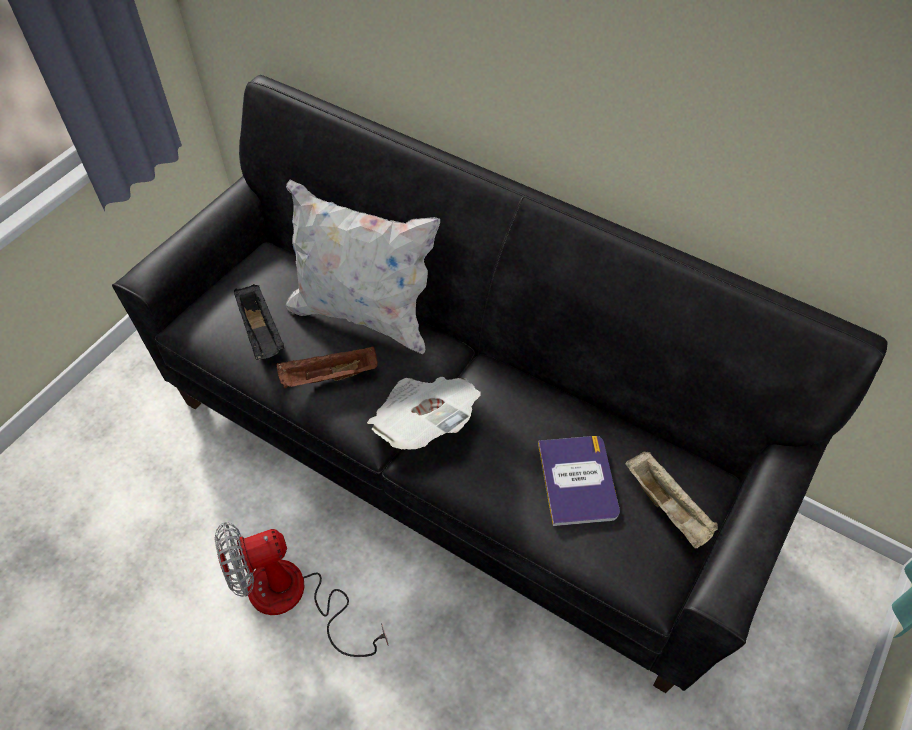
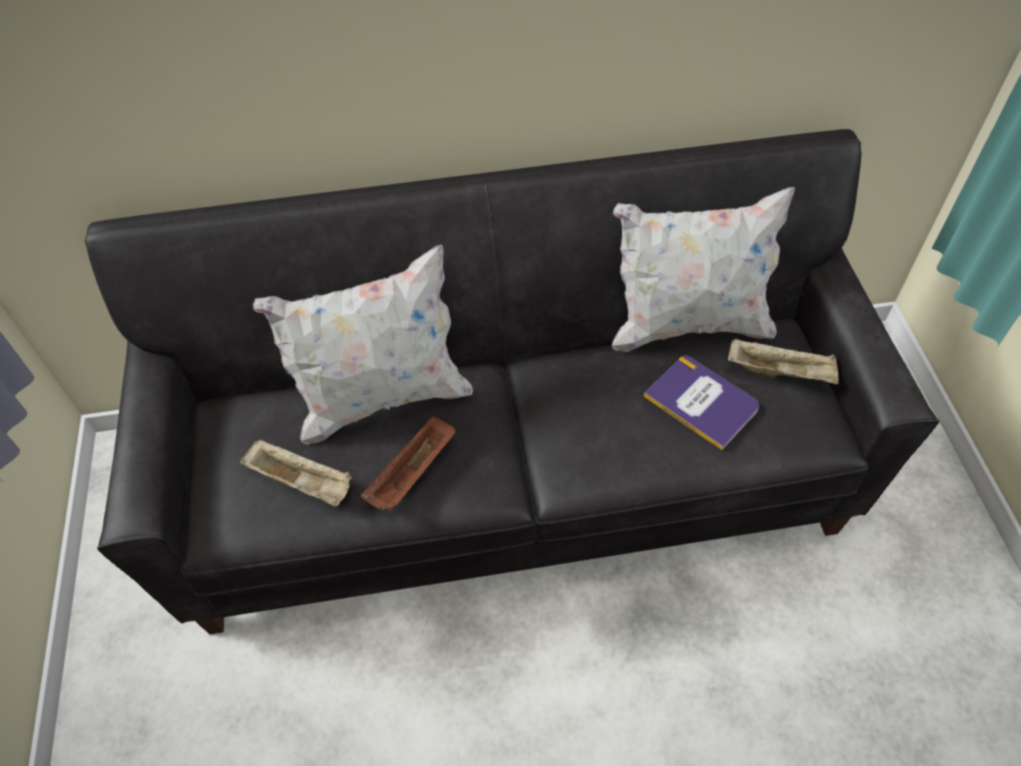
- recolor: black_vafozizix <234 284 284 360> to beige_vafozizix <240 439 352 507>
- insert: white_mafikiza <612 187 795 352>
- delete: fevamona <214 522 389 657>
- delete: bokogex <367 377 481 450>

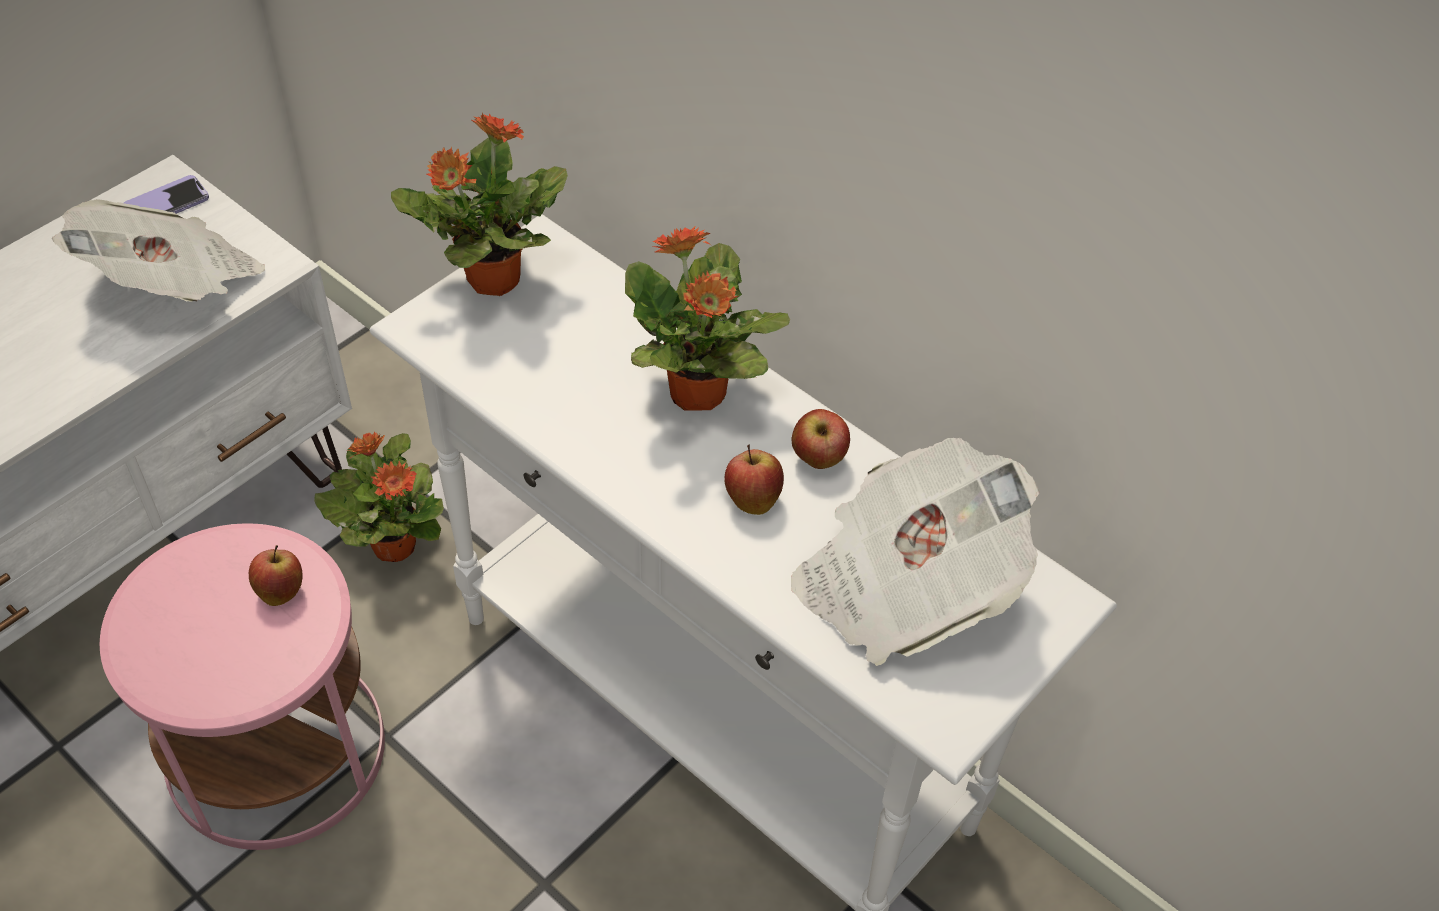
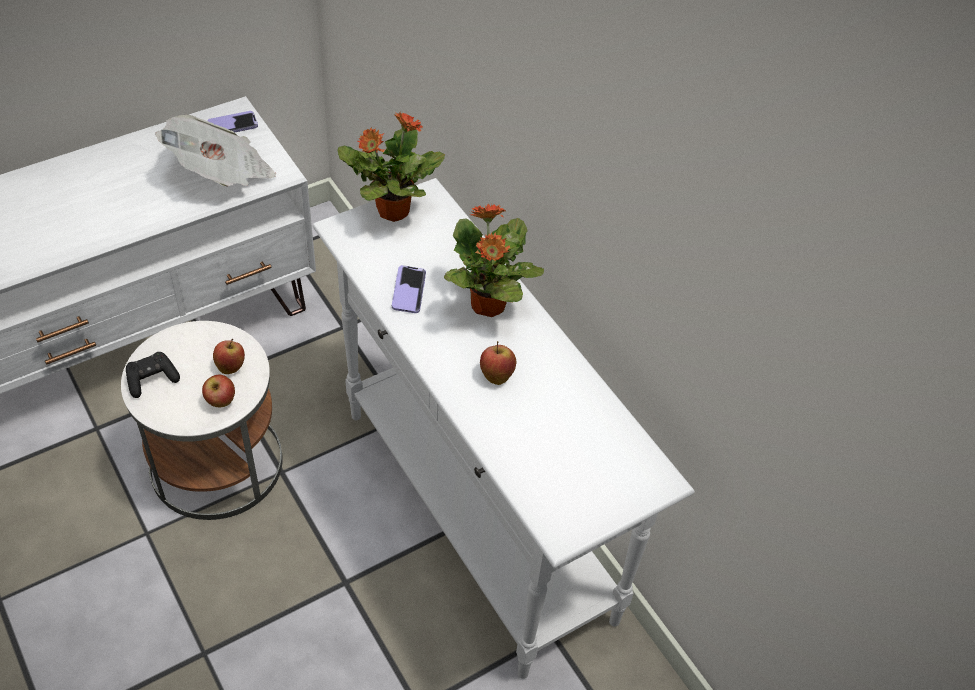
- recolor: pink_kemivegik <100 523 385 850> to white_kemivegik <121 321 283 520>
- insert: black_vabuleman <126 352 180 398>
- move: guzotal <791 409 850 469> to <202 375 235 407>
- insert: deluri <392 265 426 313>
- delete: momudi <314 432 444 562>
- delete: bokogex <791 438 1039 666>

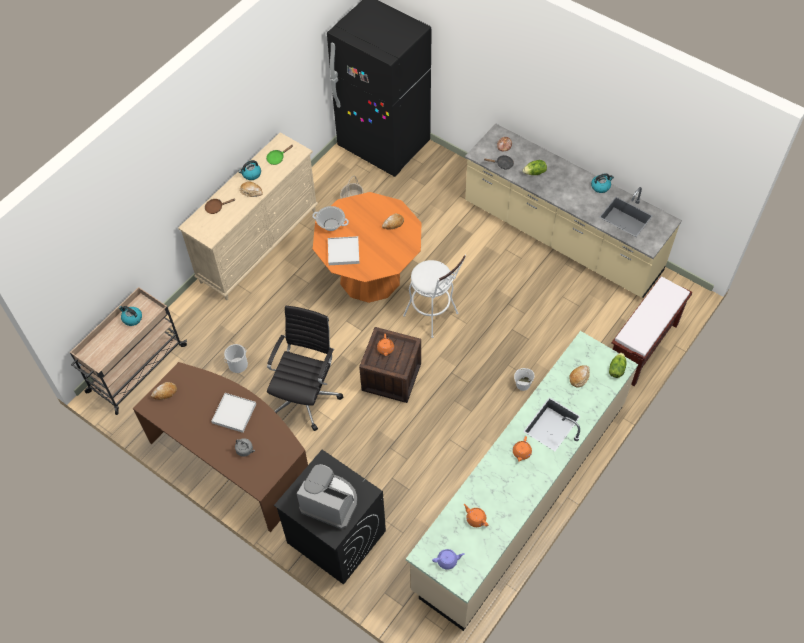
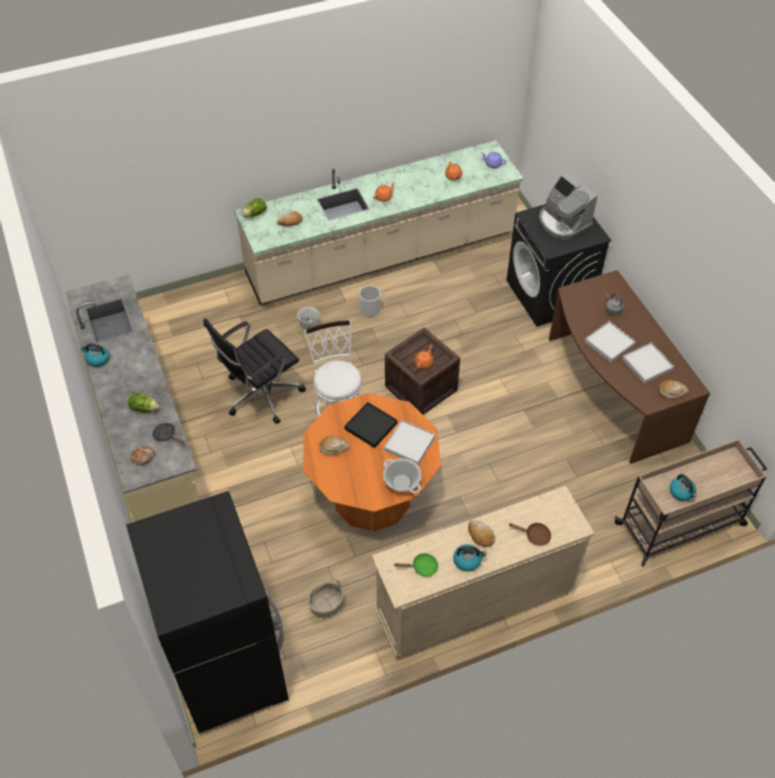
- move: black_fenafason <267 306 344 431> to <203 318 306 424>
- insert: black_vafozizix <345 402 397 448>
- move: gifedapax <224 344 248 373> to <357 285 383 317>
- insert: white_vafozizix <622 342 674 383>
- delete: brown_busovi <612 277 693 386>

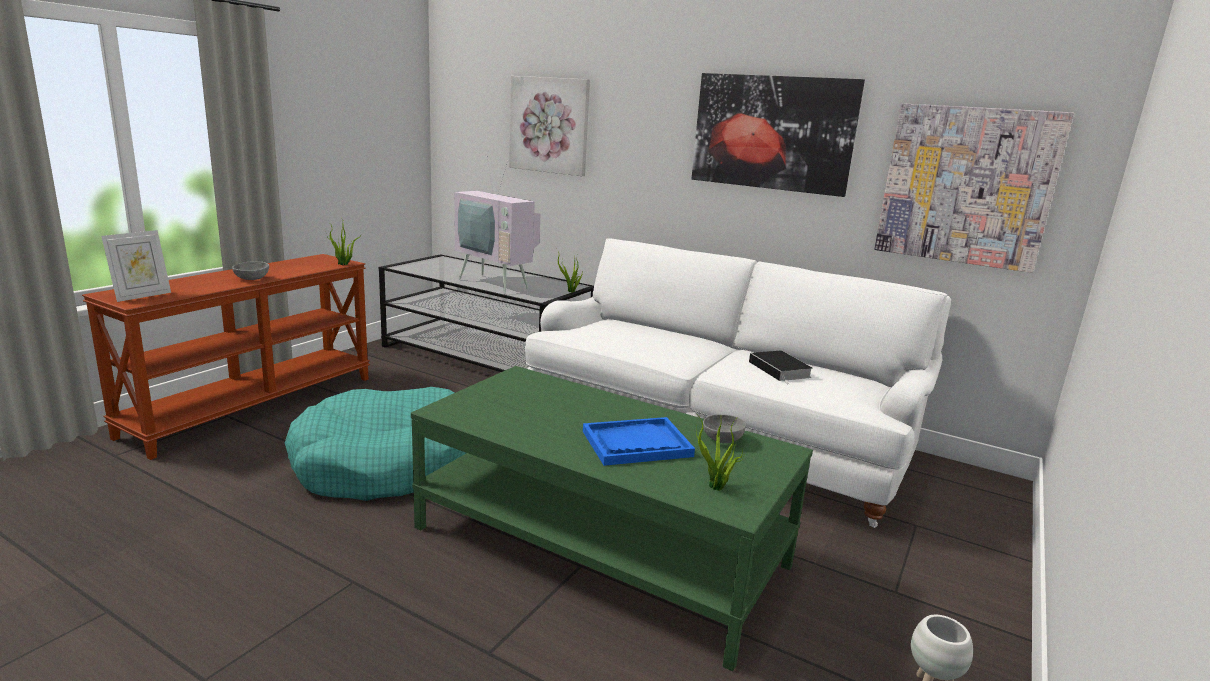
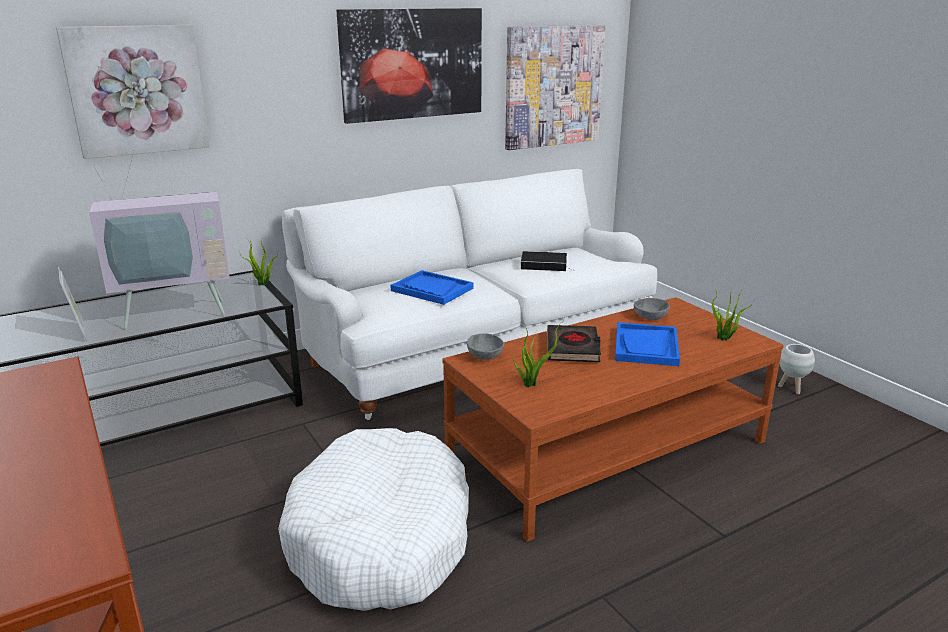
- move: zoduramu <101 230 171 302> to <58 267 87 342>
- recolor: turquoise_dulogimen <285 387 466 501> to white_dulogimen <278 428 469 611>
- insert: blue_vafozizix <391 270 474 305>
- recolor: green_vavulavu <411 366 813 671> to brown_vavulavu <442 297 784 542>
- move: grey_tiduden <232 261 269 280> to <467 333 504 360>
- move: momudi <325 221 362 265> to <514 323 561 387>
- insert: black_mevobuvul <547 325 601 363>

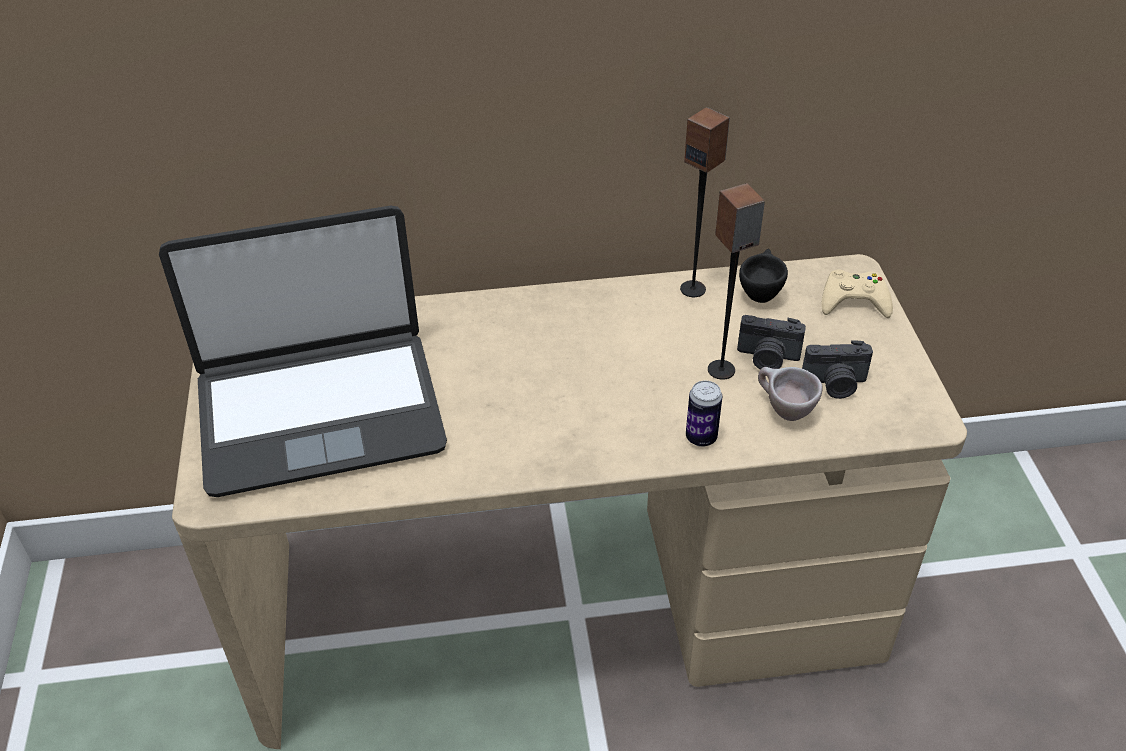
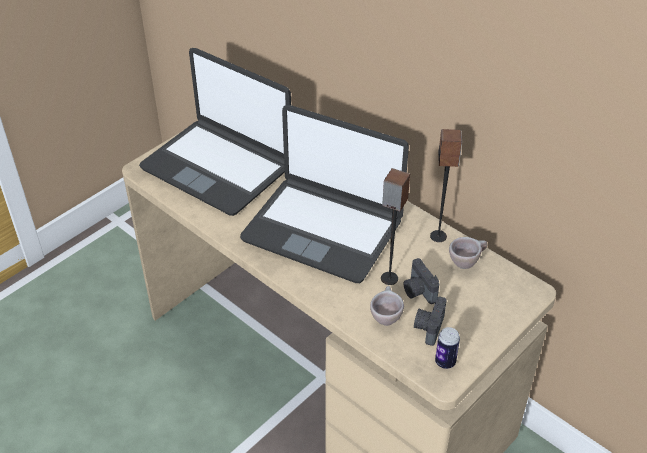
- insert: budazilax <240 105 409 283>
- rotate: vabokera <802 340 873 399> = <414 296 447 346> 60 degrees clockwise
- move: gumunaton <686 381 722 447> to <435 327 460 369>
- recolor: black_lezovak <739 249 788 303> to beige_lezovak <449 237 488 269>
- delete: beige_vabuleman <821 269 893 318>

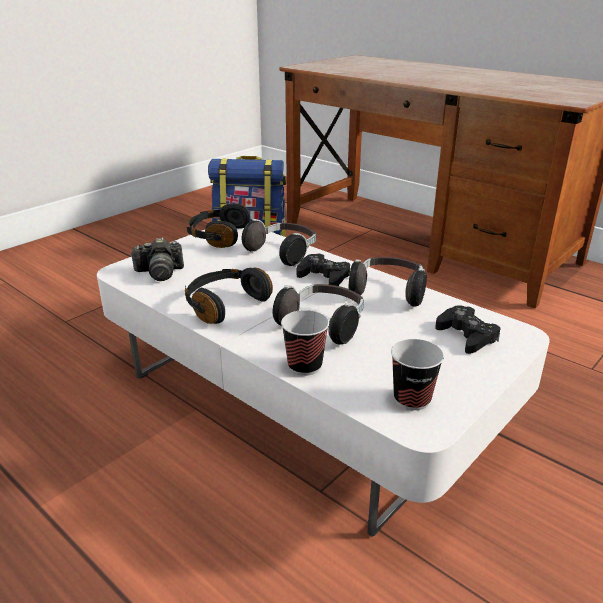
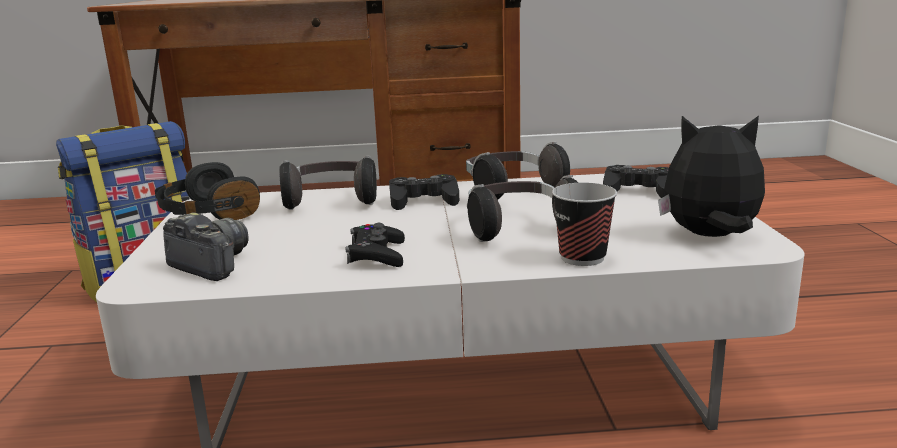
- rotate: vabokera <130 237 184 281> = <163 212 249 281> 90 degrees counterclockwise
- replace: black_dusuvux <185 268 273 324> to black_vabuleman <345 223 405 267>
- replace: lezovak <391 339 444 410> to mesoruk <658 116 765 237>

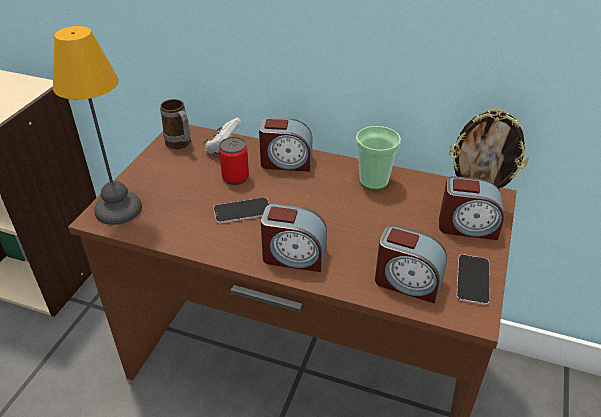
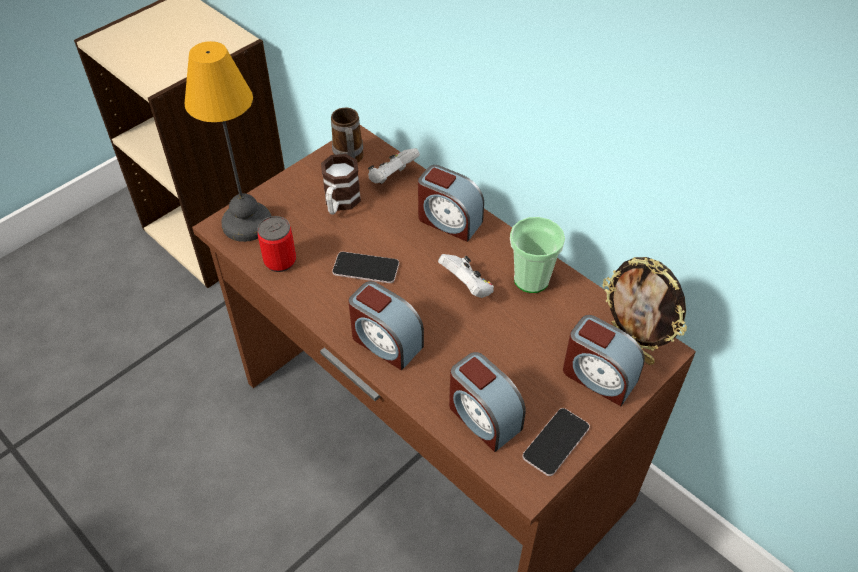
- move: gumunaton <219 137 249 185> to <257 216 296 272>
- insert: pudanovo <321 154 361 214>
- insert: white_vabuleman <438 254 494 298>

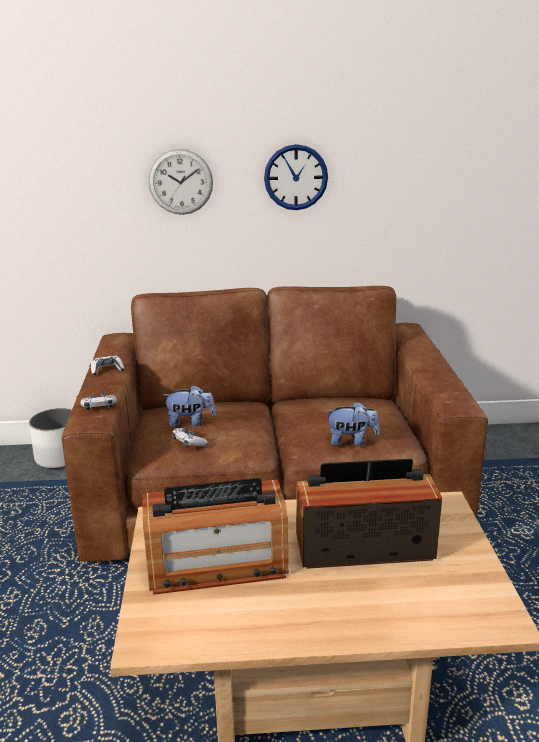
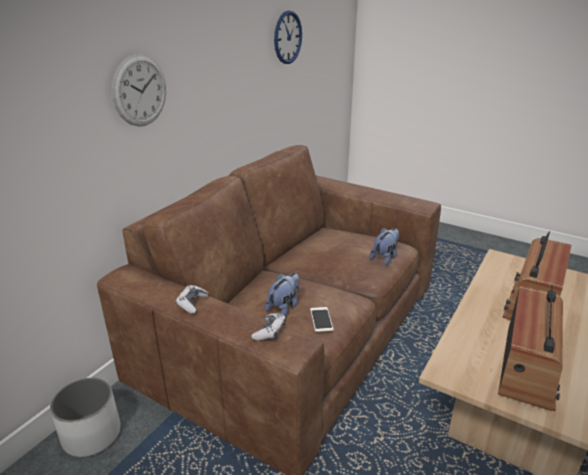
- move: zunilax <264 144 328 210> to <274 11 302 64>
- replace: vabuleman <172 427 208 448> to deluri <310 307 334 332>

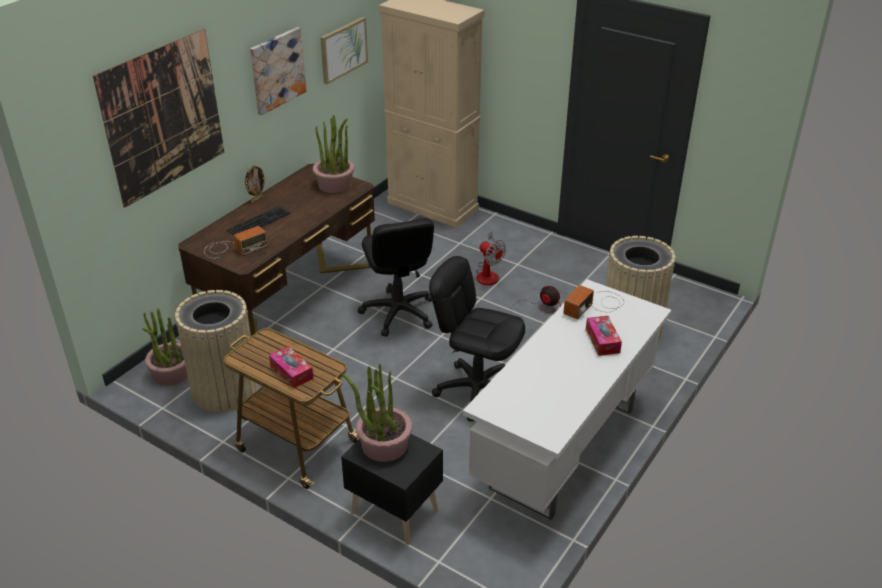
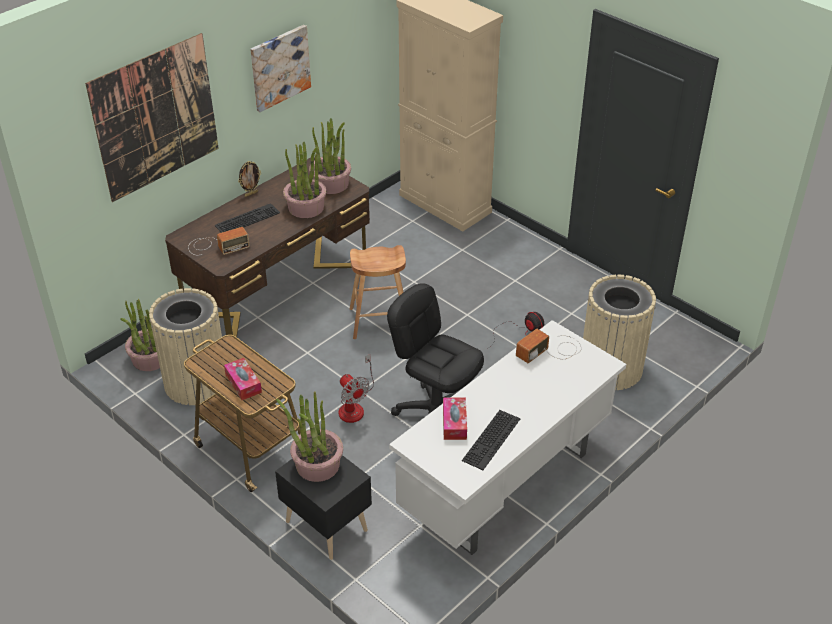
- insert: momudi <283 141 326 218>
- move: fevamona <476 231 506 285> to <339 354 374 423>
- replace: black_fenafason <358 218 434 336> to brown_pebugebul <350 245 406 339>
- move: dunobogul <586 316 622 356> to <443 398 467 440>
- insert: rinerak <462 410 520 470>
- delete: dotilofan <320 17 368 84>

